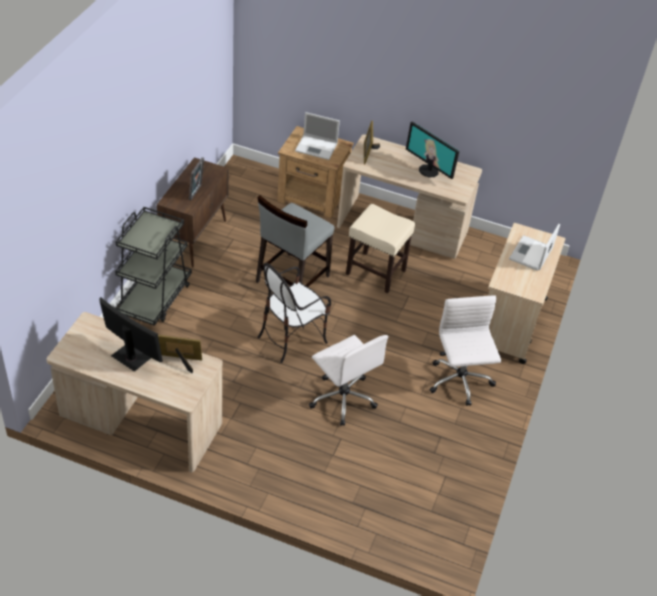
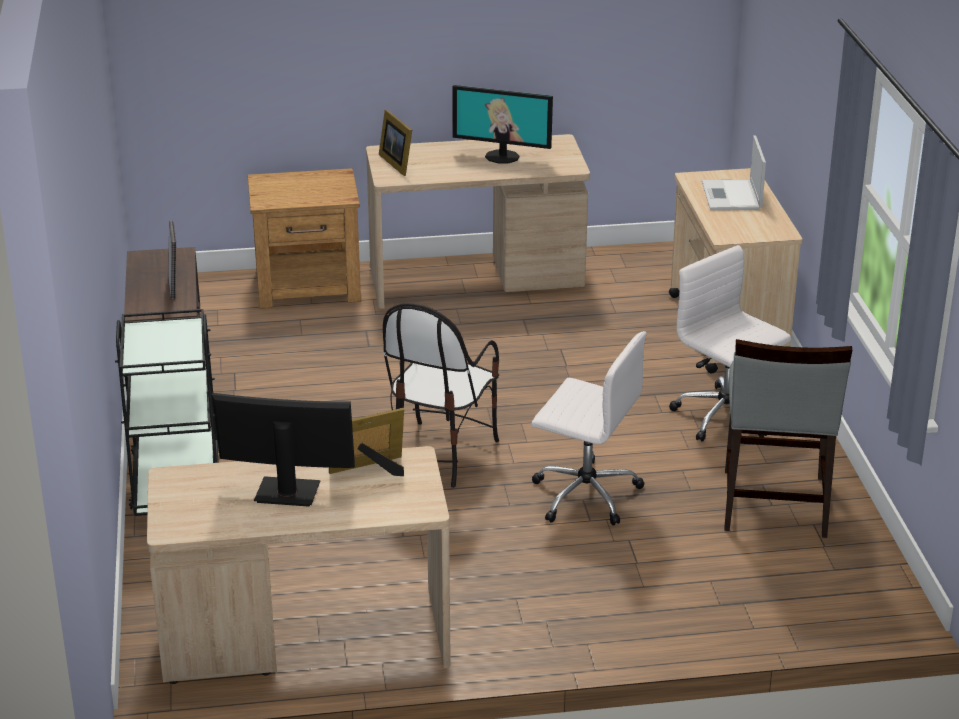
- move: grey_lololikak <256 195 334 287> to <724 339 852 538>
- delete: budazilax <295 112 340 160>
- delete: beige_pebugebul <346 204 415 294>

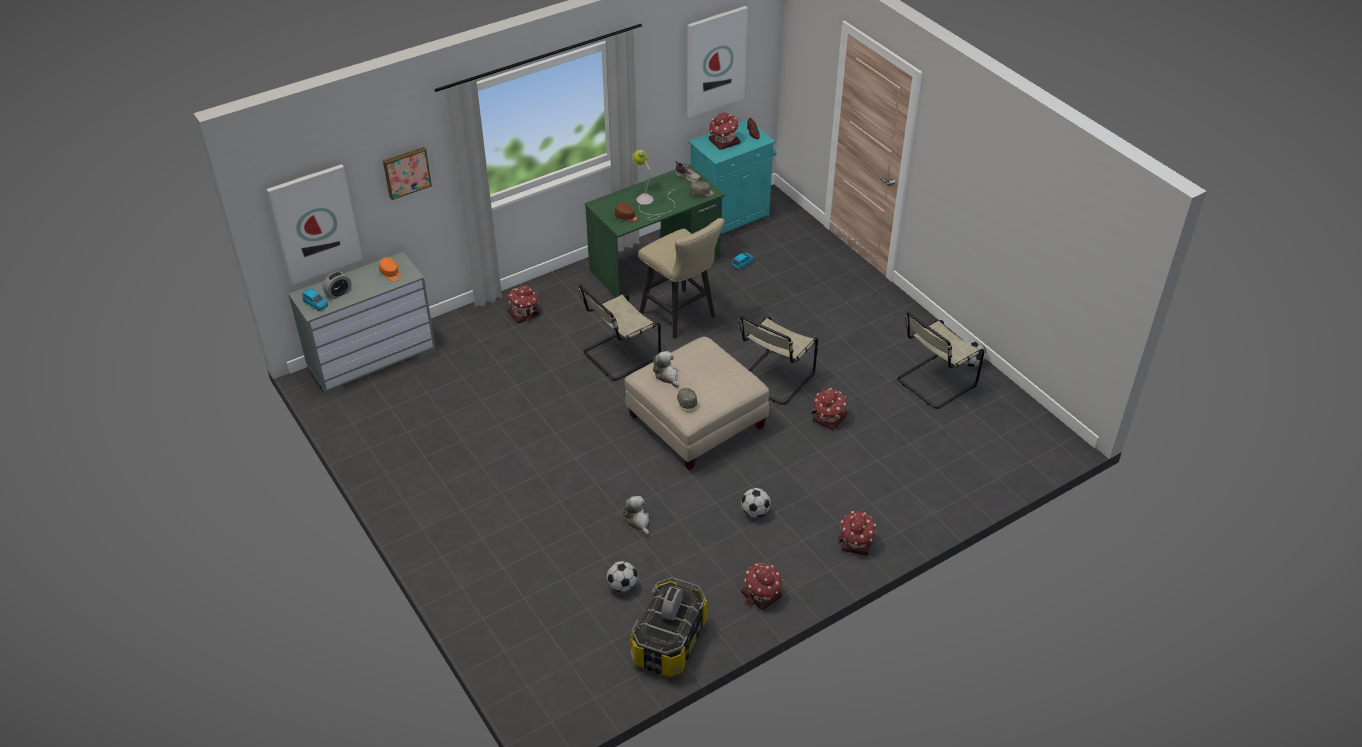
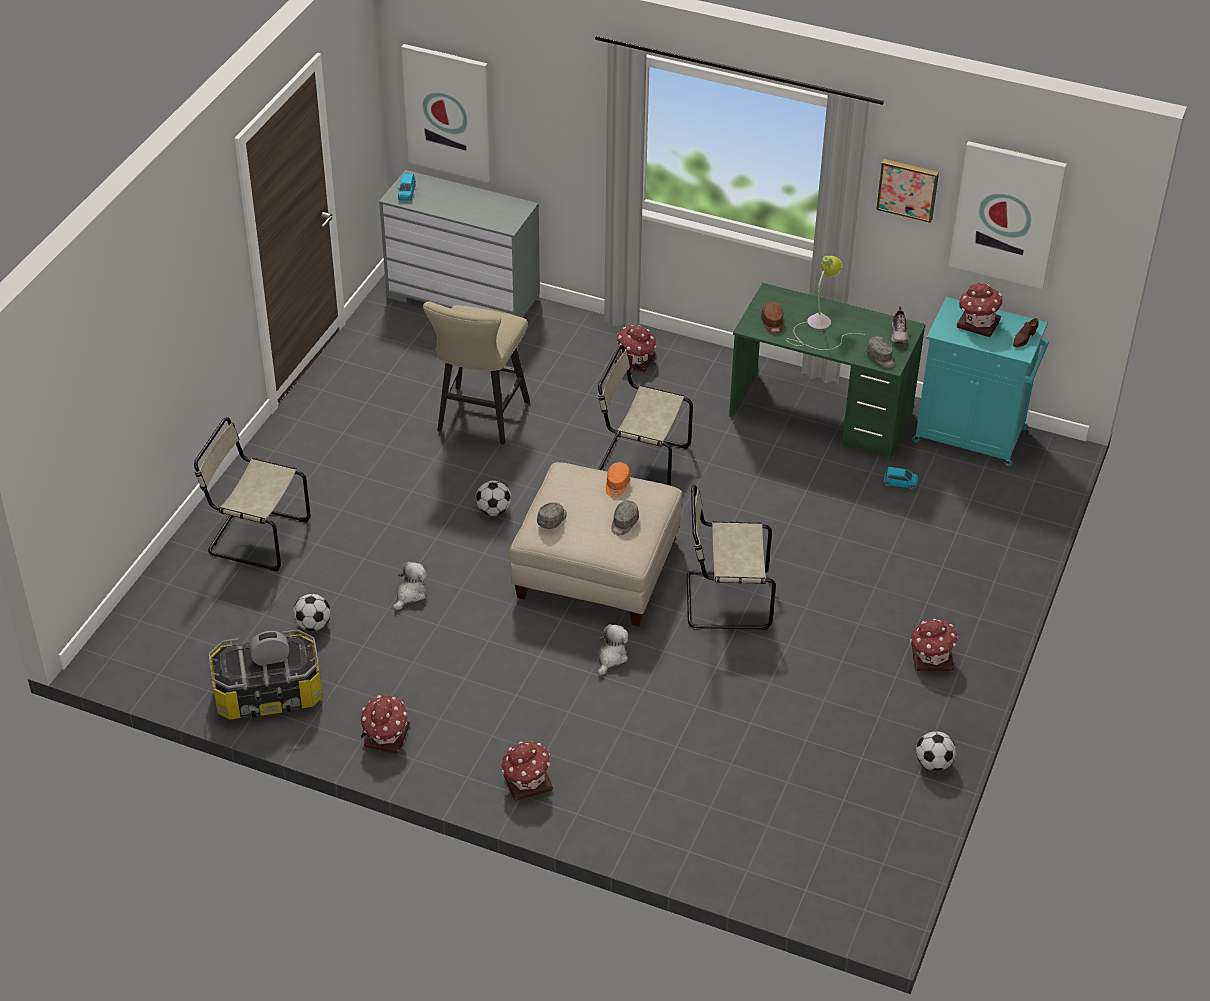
- move: beige_lololikak <897 312 985 409> to <194 417 311 571>
- move: beige_pebugebul <638 218 725 339> to <423 301 530 445>
- move: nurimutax <741 488 771 517> to <476 481 511 516>
- move: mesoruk <653 351 679 388> to <598 624 628 676>
- move: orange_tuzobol <379 258 401 281> to <606 462 630 497>
- insert: grey_tuzobol <611 501 639 535>
- move: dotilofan <383 147 432 200> to <876 159 939 223>
- move: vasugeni <812 388 847 431> to <910 619 958 671>
- delete: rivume <323 272 351 299>

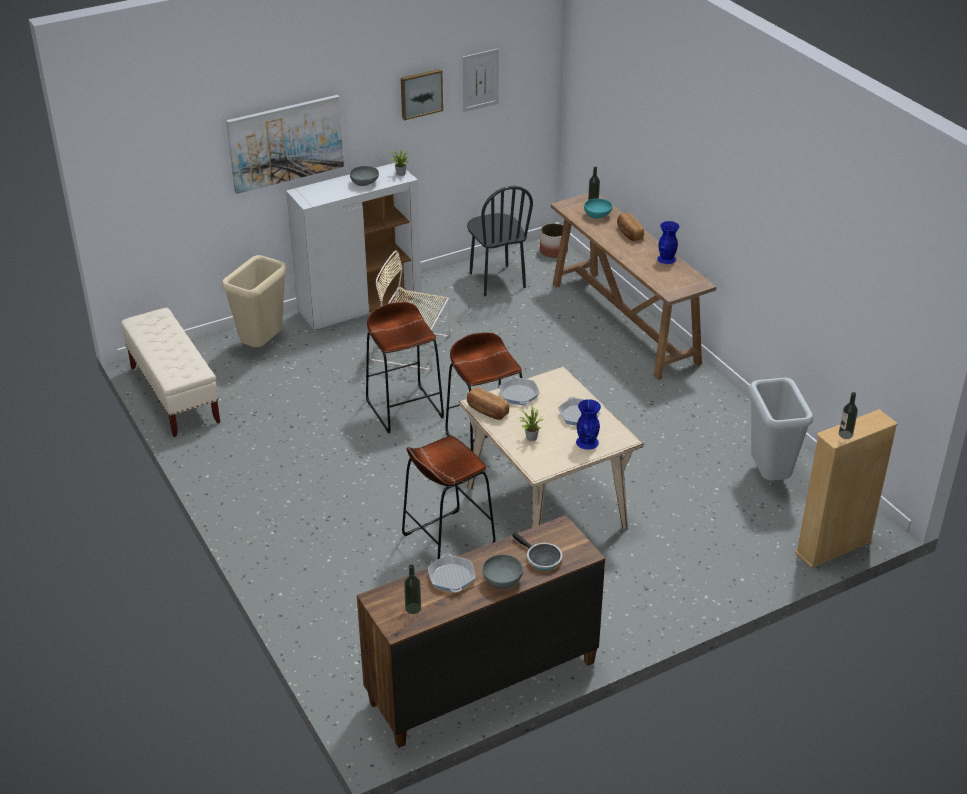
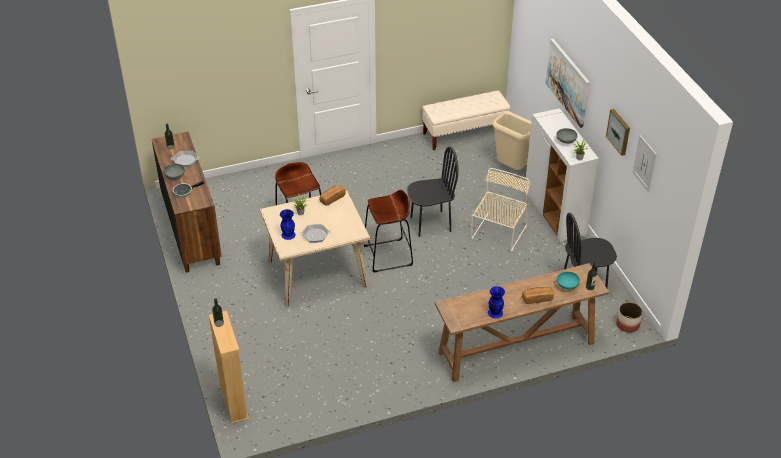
- replace: brown_pebugebul <366 302 444 434> to black_lololikak <407 147 458 237>
- delete: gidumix <499 376 539 405>
- delete: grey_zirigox <749 378 814 481>

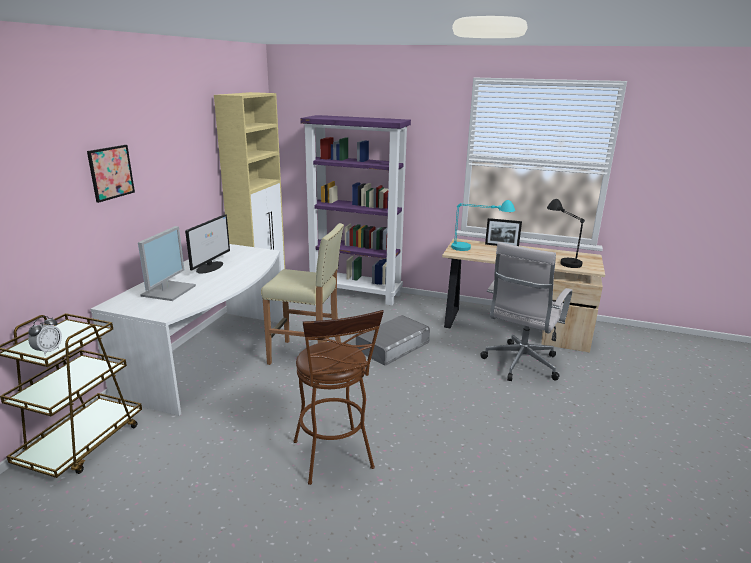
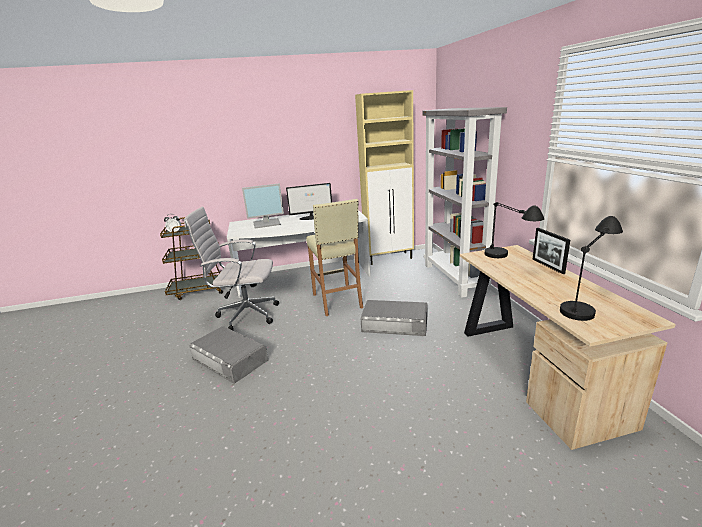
- move: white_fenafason <480 242 573 381> to <184 207 279 330>
- replace: brown_pebugebul <294 310 384 485> to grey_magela <189 326 268 383>
- recolor: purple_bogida <300 115 411 305> to grey_bogida <423 107 507 298>
- recolor: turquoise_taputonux <451 200 515 251> to black_taputonux <485 202 544 258>
- delete: dotilofan <87 145 135 203>

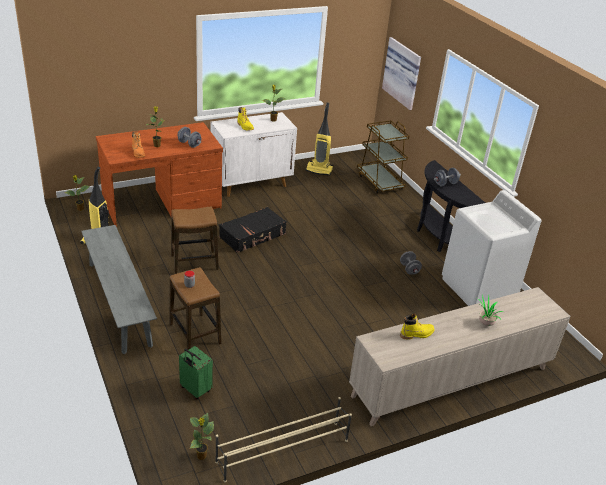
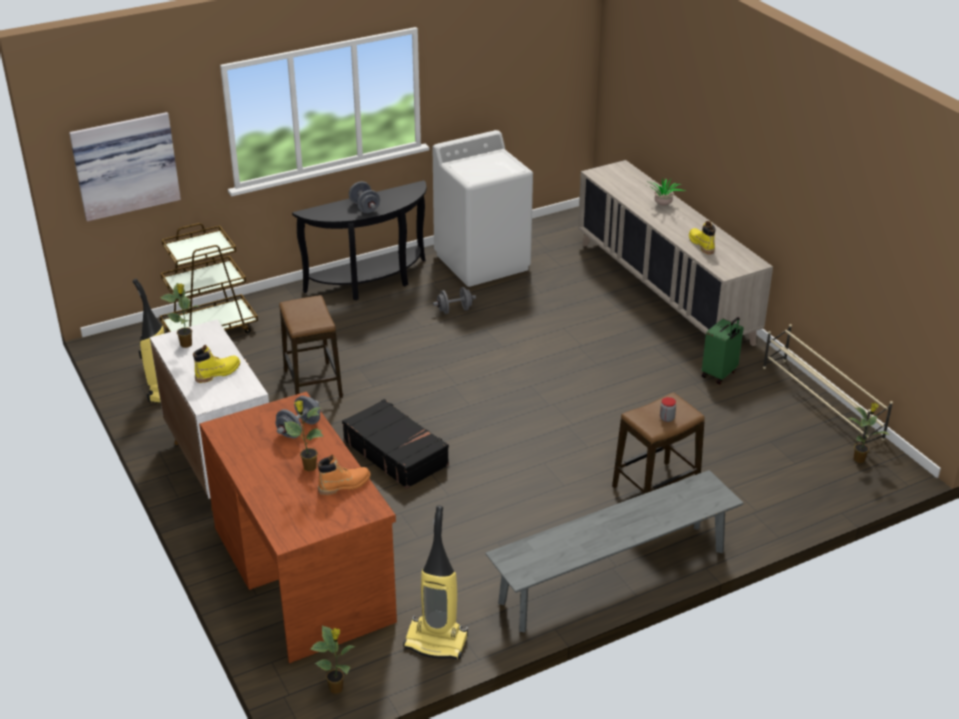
- move: pebugebul <171 207 219 274> to <279 295 343 398>
- move: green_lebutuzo <179 346 213 400> to <702 317 744 384>

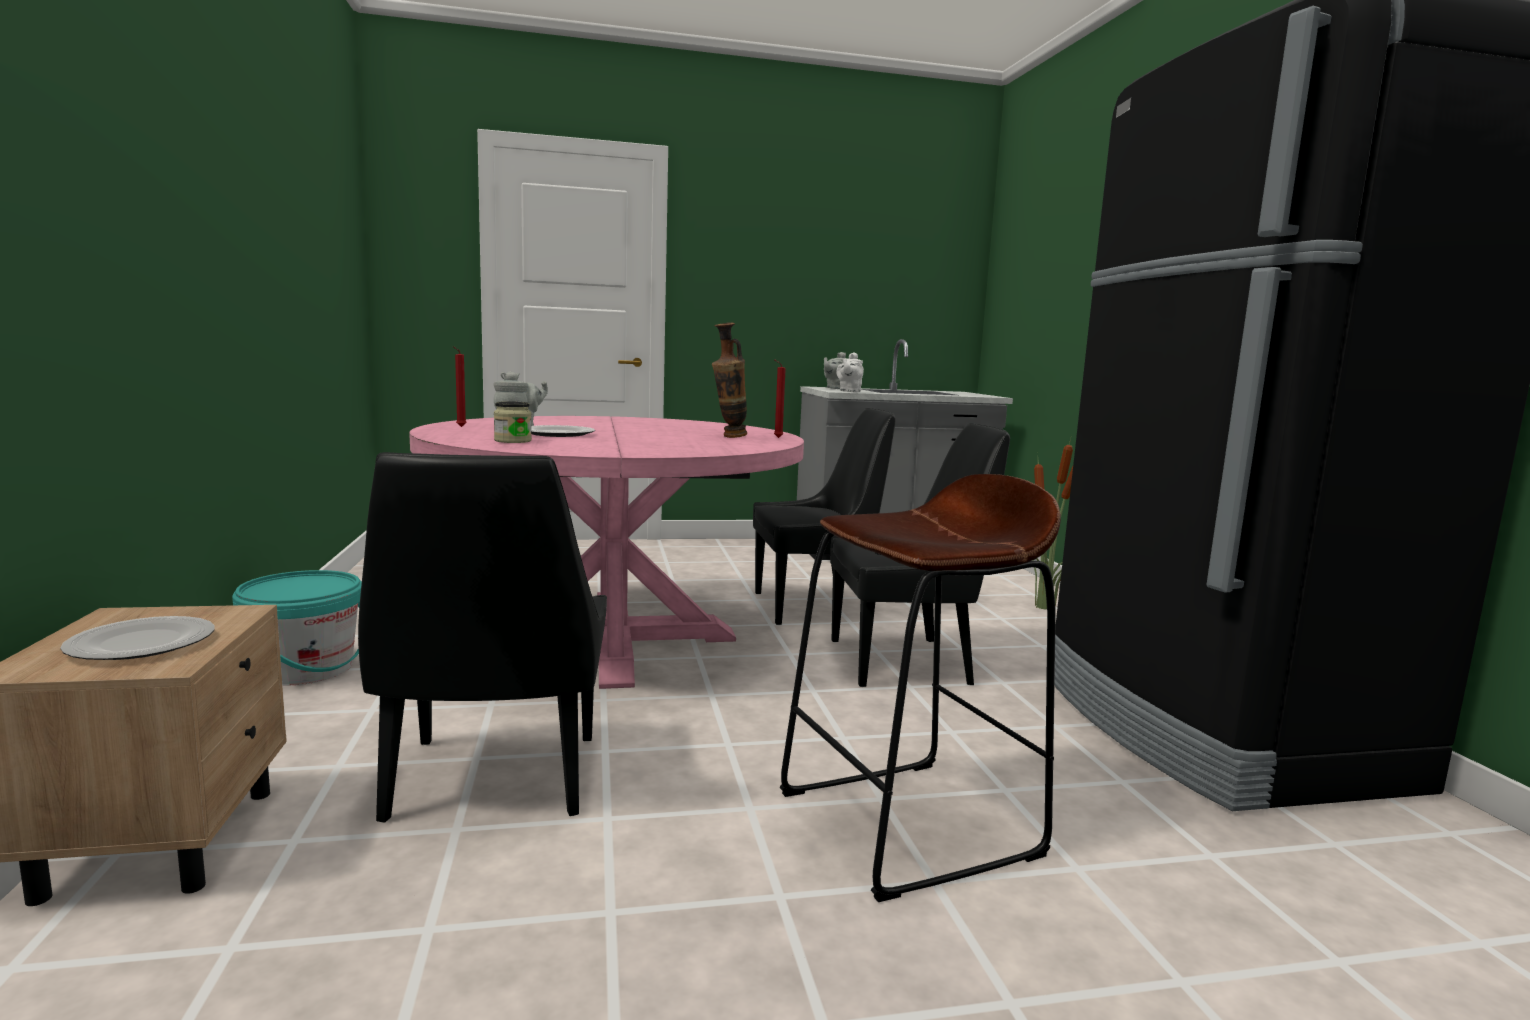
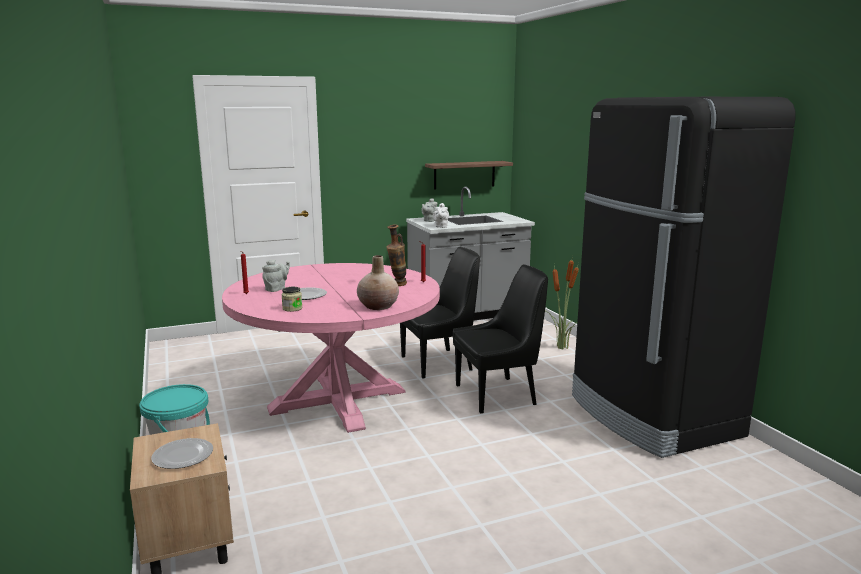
- insert: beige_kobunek <357 255 399 310>
- insert: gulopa <425 161 513 190>
- delete: black_lololikak <358 452 607 822>
- delete: brown_pebugebul <779 474 1061 902>

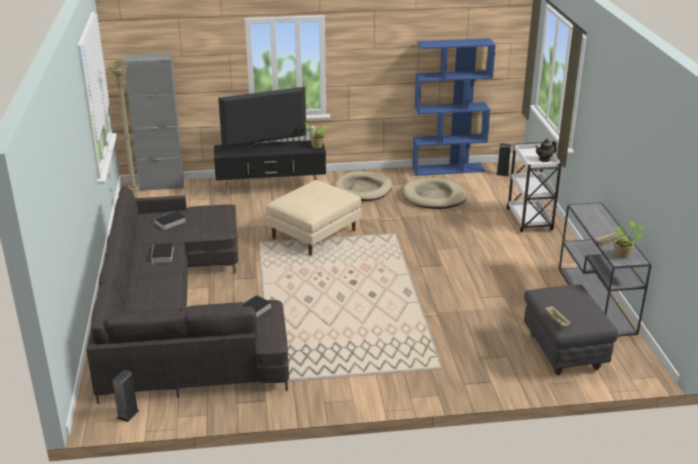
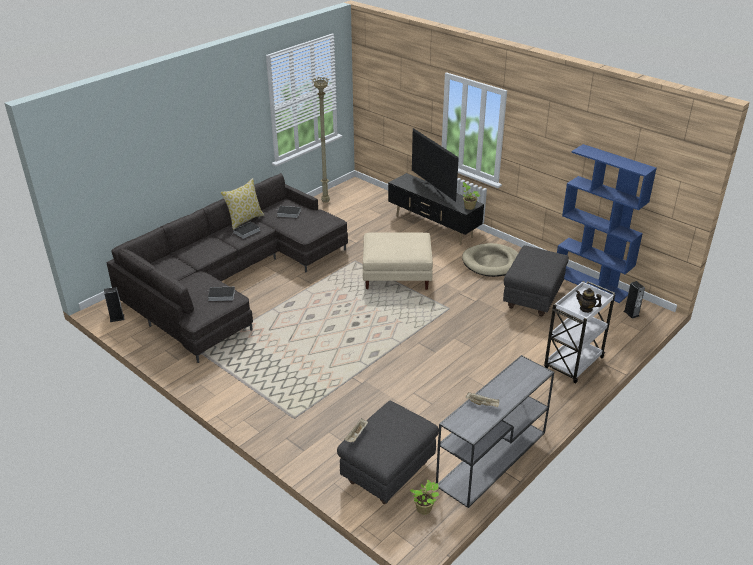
- insert: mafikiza <220 178 264 230>
- move: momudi <614 221 644 258> to <410 480 439 515>
- rotate: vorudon <218 87 306 151> = <412 128 459 202> 150 degrees counterclockwise
- replace: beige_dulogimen <403 178 467 209> to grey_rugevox <503 245 569 317>
- delete: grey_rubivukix <124 53 184 191>

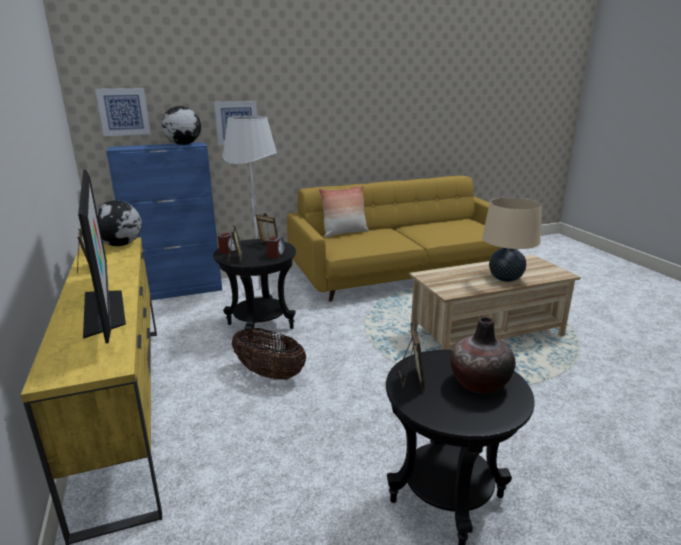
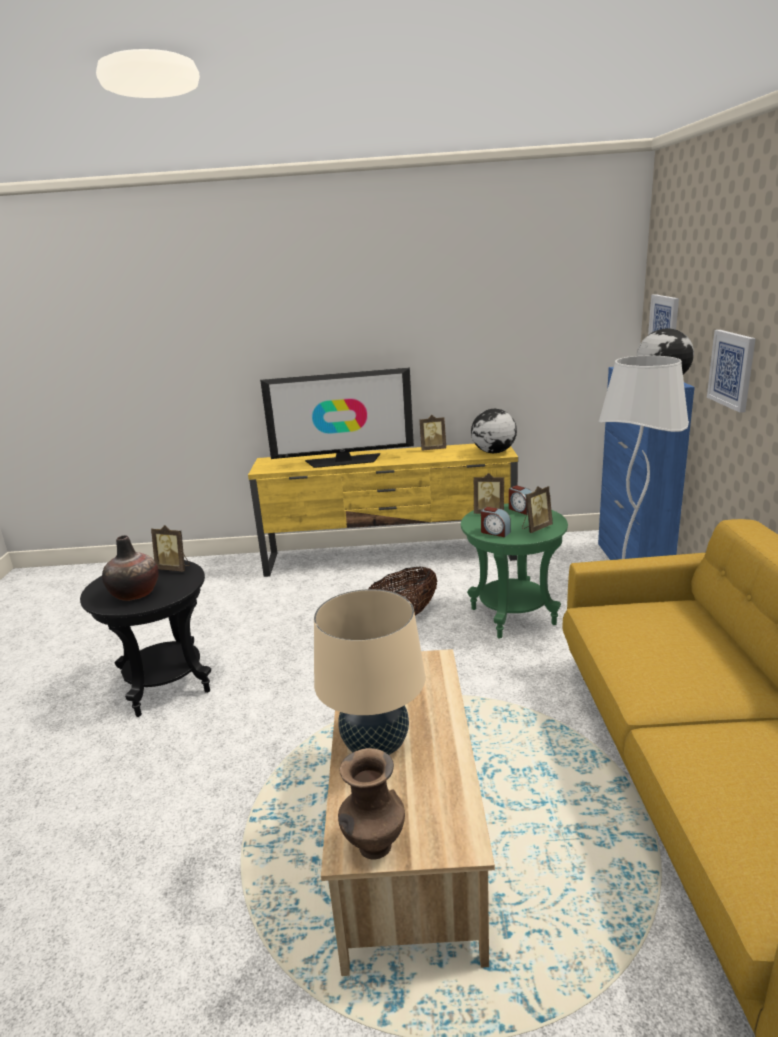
- insert: brown_kobunek <338 748 405 859>
- recolor: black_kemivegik <213 239 296 338> to green_kemivegik <461 504 568 639>
- delete: mafikiza <319 185 369 238>

